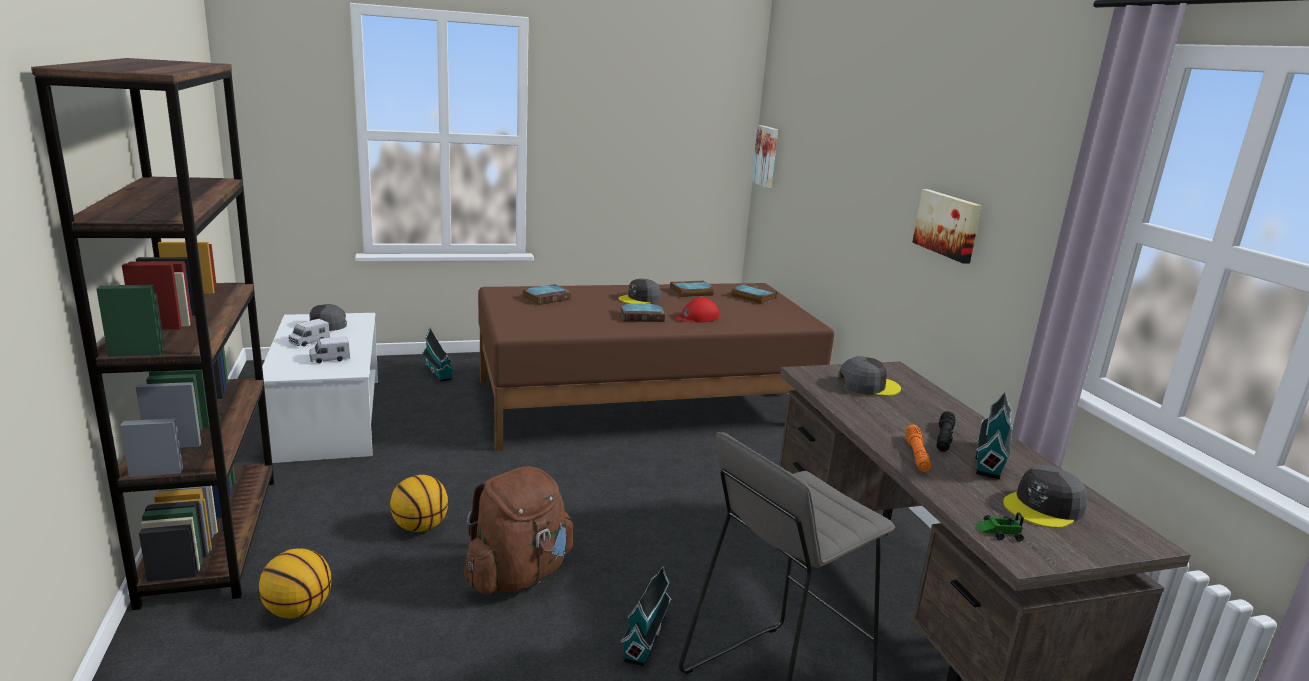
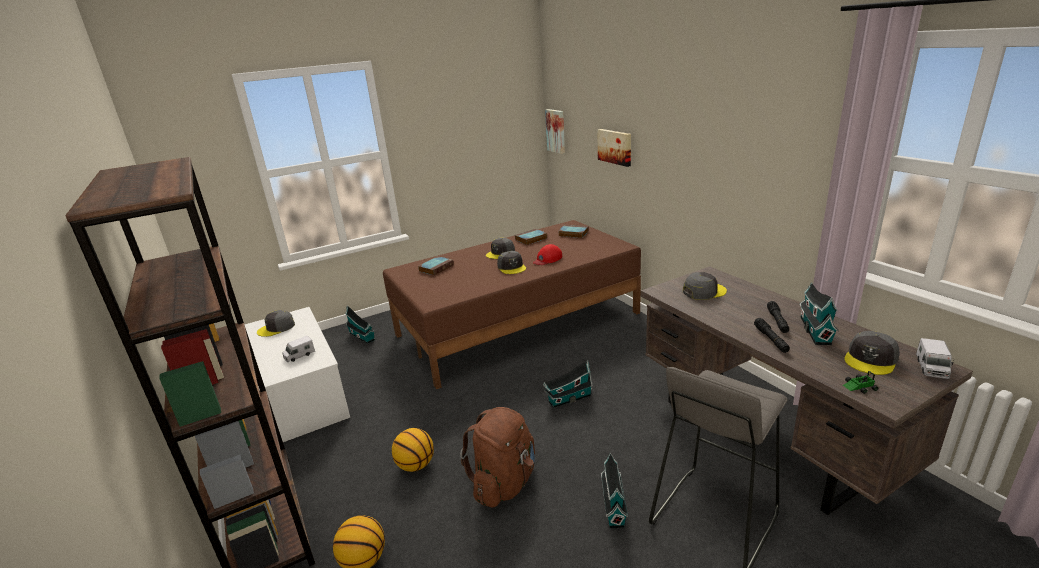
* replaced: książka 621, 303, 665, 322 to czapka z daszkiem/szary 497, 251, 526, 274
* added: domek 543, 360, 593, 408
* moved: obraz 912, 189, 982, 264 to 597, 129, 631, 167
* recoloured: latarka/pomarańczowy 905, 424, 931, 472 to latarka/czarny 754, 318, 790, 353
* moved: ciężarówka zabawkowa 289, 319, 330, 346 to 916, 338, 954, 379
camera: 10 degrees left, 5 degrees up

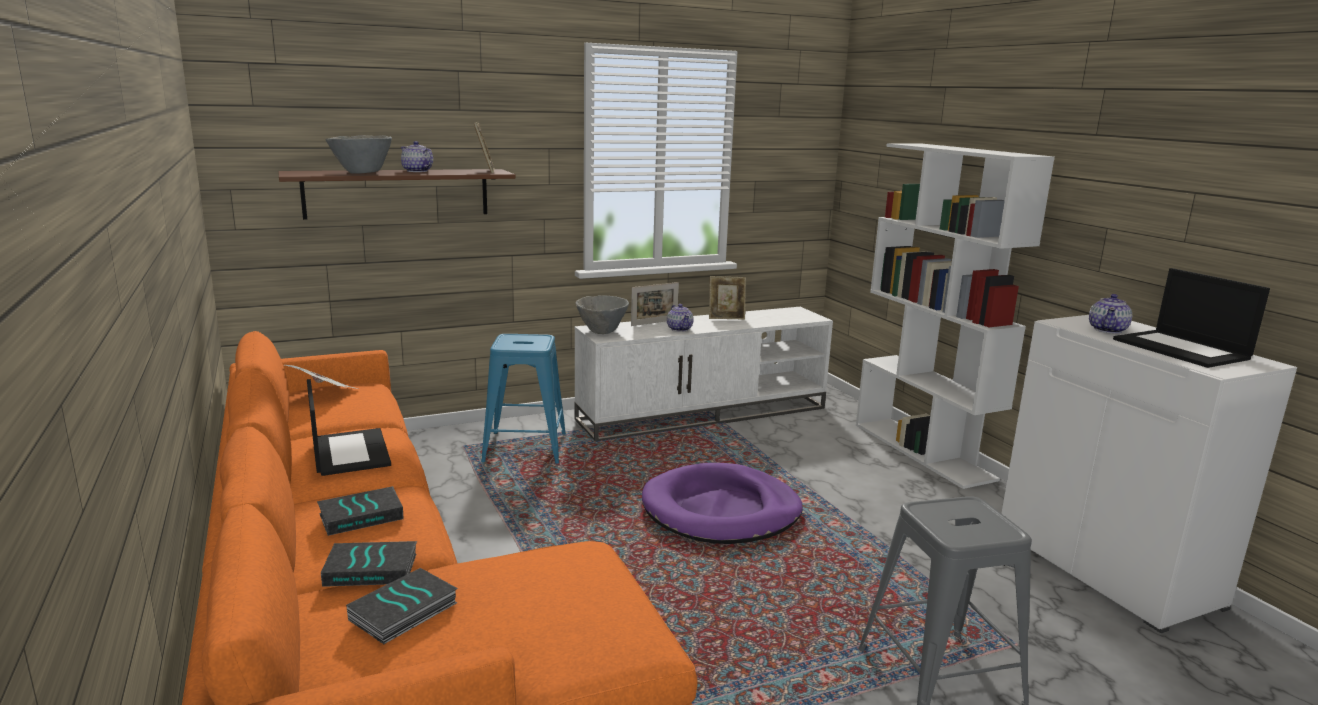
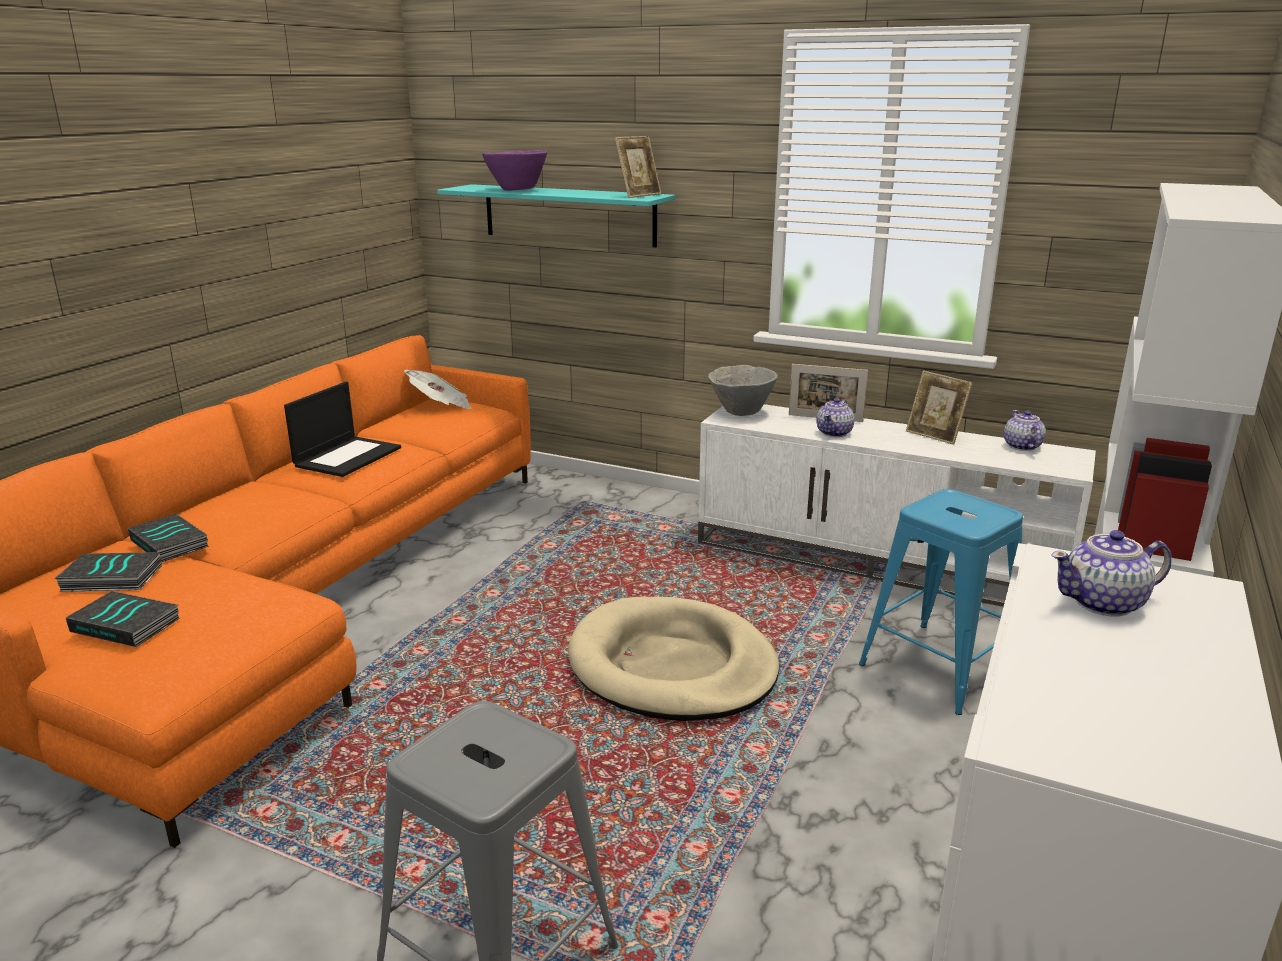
* moved: książka 317, 486, 404, 536 to 66, 591, 180, 647
* recoloured: półka/brązowy 278, 169, 515, 220 to półka/turkusowy 437, 184, 675, 247
* recoloured: miska/szary 326, 135, 392, 174 to miska/fioletowy 482, 150, 547, 191
* recoloured: legowisko/fioletowy 642, 463, 803, 544 to legowisko/beżowy 568, 597, 779, 721
* moved: stołek/niebieski 481, 334, 566, 464 to 859, 489, 1023, 715
* moved: imbryk 401, 141, 433, 172 to 1004, 410, 1046, 451
* removed: laptop 1113, 268, 1270, 368
camera: 50 degrees right, 5 degrees up

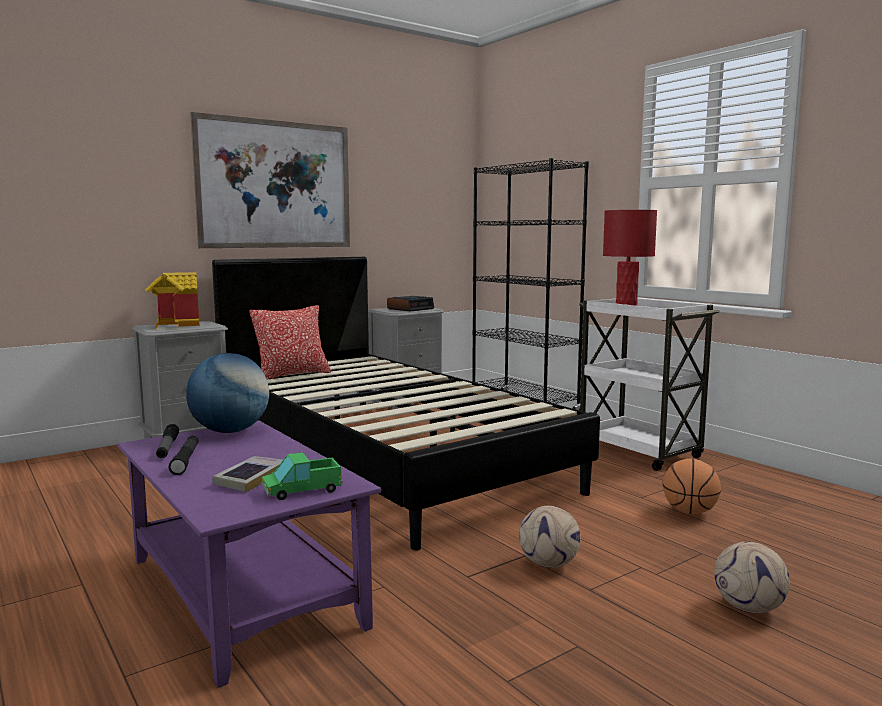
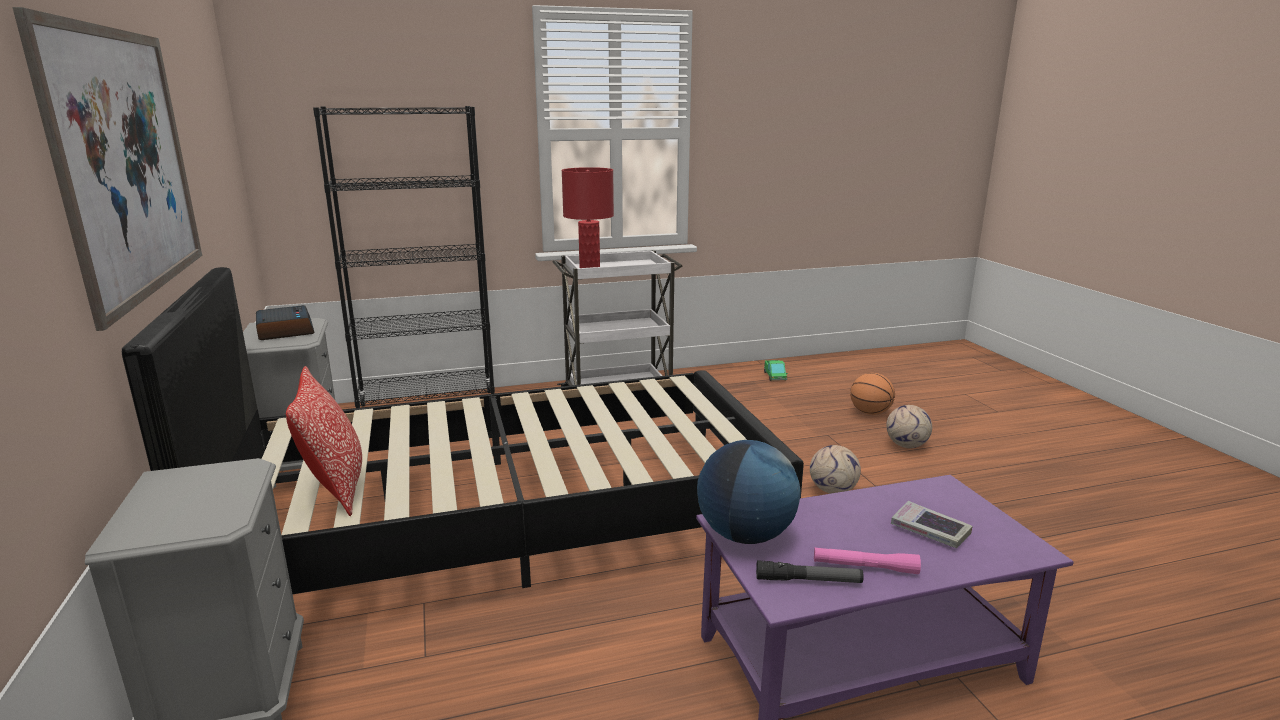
* moved: ciężarówka zabawkowa 262, 452, 343, 500 to 764, 360, 788, 381
* recoloured: latarka/czarny 168, 436, 198, 475 to latarka/różowy 814, 547, 921, 574
* moved: piłka do koszykówki 662, 458, 721, 514 to 850, 373, 895, 415
* removed: domek 145, 272, 199, 330
camera: 70 degrees left, 10 degrees up

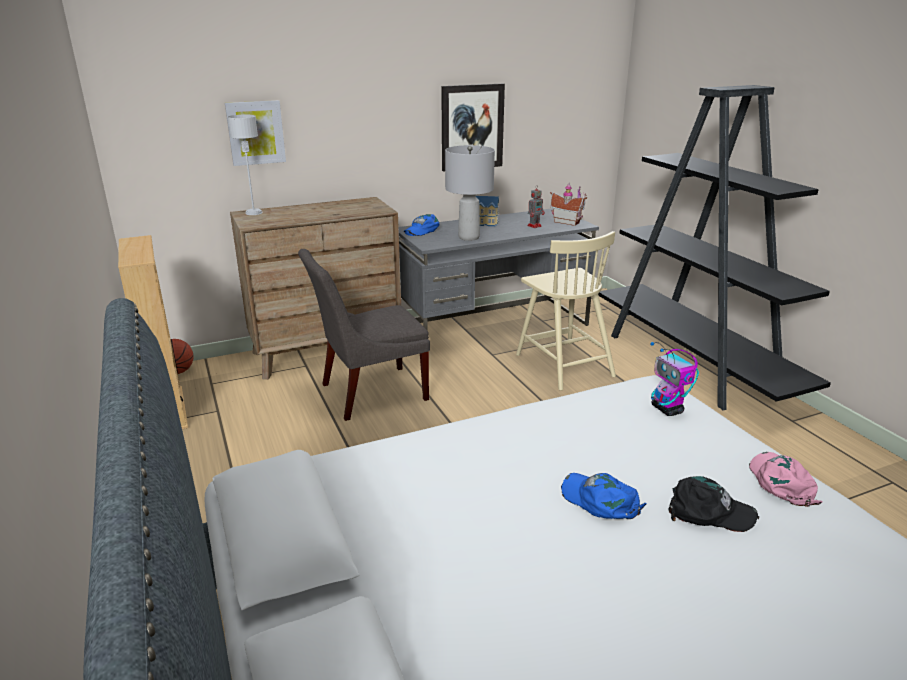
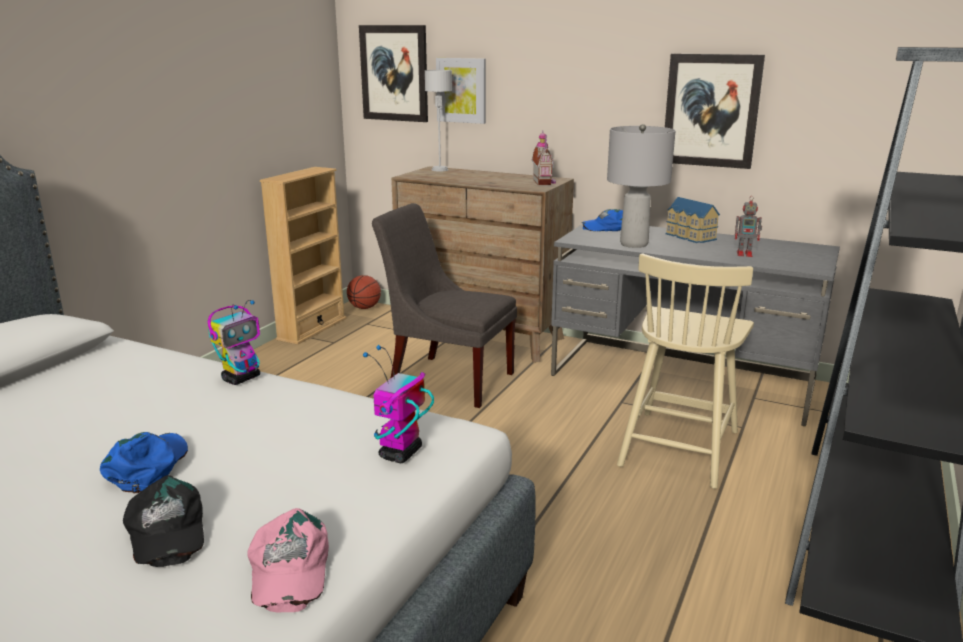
* added: robot zabawkowy 208, 300, 260, 385
* turned: czapka z daszkiem/różowy 749, 452, 822, 507 = 247, 508, 329, 612 120 degrees clockwise
* added: obraz 359, 25, 428, 122
* moved: domek 550, 183, 587, 226 to 532, 131, 556, 185
camera: 50 degrees right, 5 degrees down

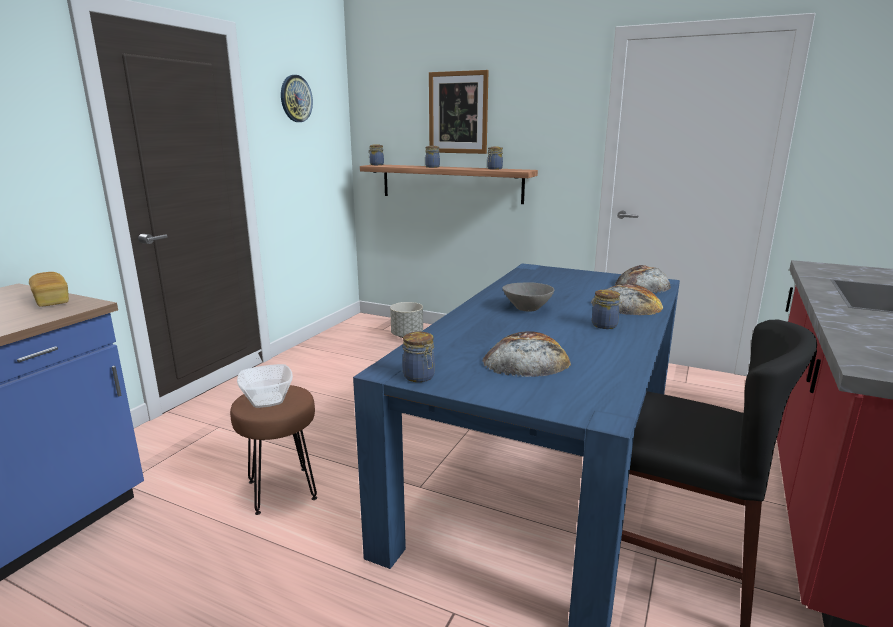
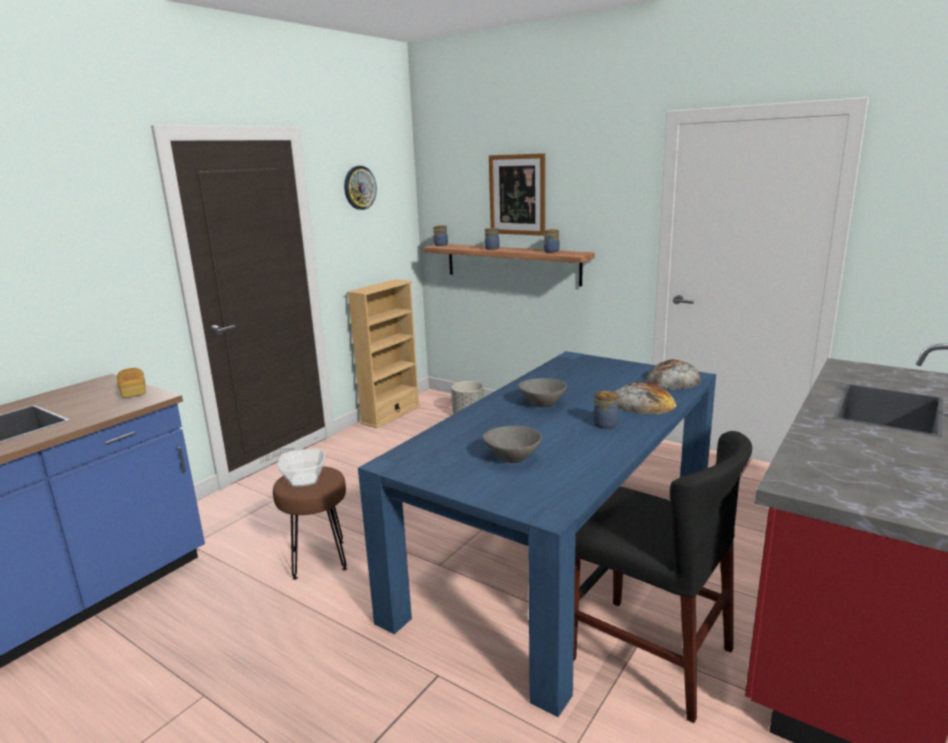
* added: regał/beżowy 347, 279, 421, 429
* replaced: chleb 482, 331, 571, 377 to miska/szary 483, 426, 542, 463
* removed: słoik 402, 332, 435, 382
camera: 10 degrees right, 0 degrees up

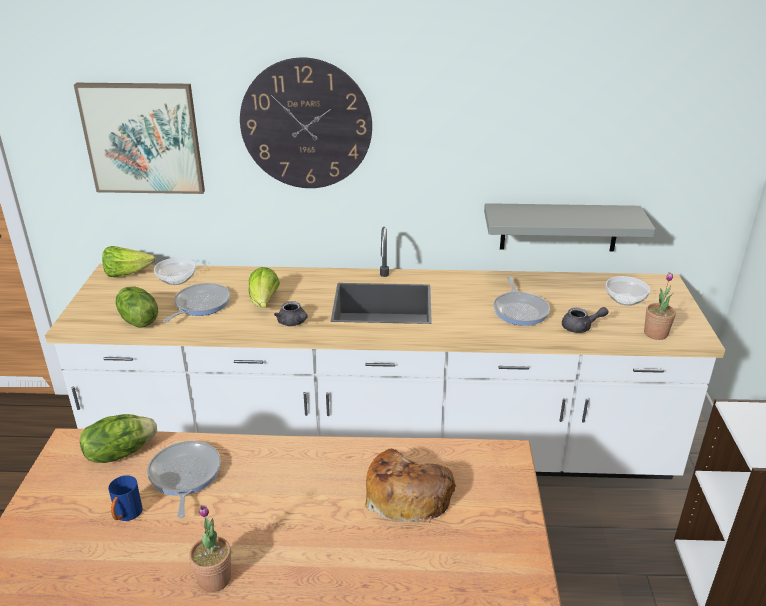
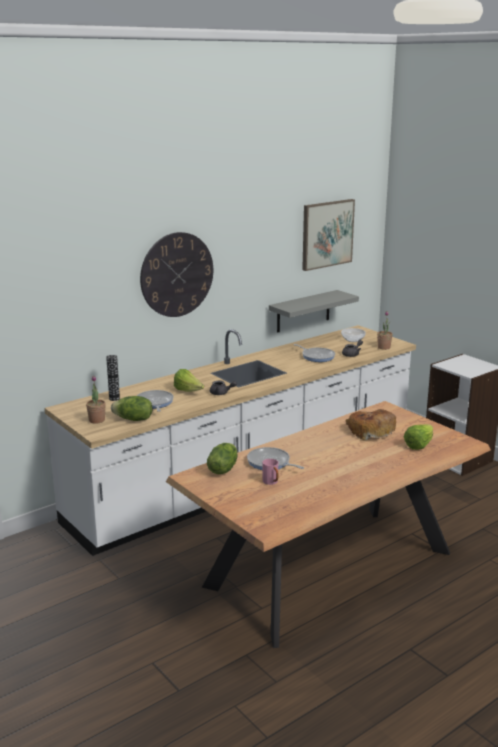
* moved: roślina doniczkowa 189, 505, 231, 592 to 86, 375, 106, 424
* replaced: miska 154, 257, 196, 285 to wazon 106, 355, 120, 401
* recoloured: kubek/niebieski 108, 475, 143, 521 to kubek/różowy 263, 459, 279, 485
* moved: obraz 74, 83, 205, 194 to 302, 199, 355, 271
* moved: sałata 102, 246, 156, 277 to 404, 424, 433, 450
camera: 40 degrees left, 10 degrees down

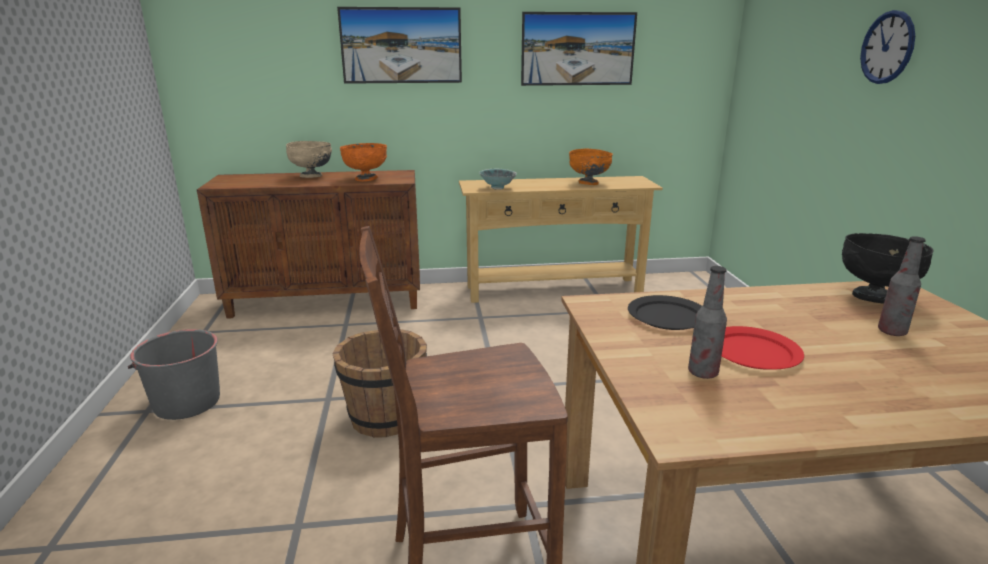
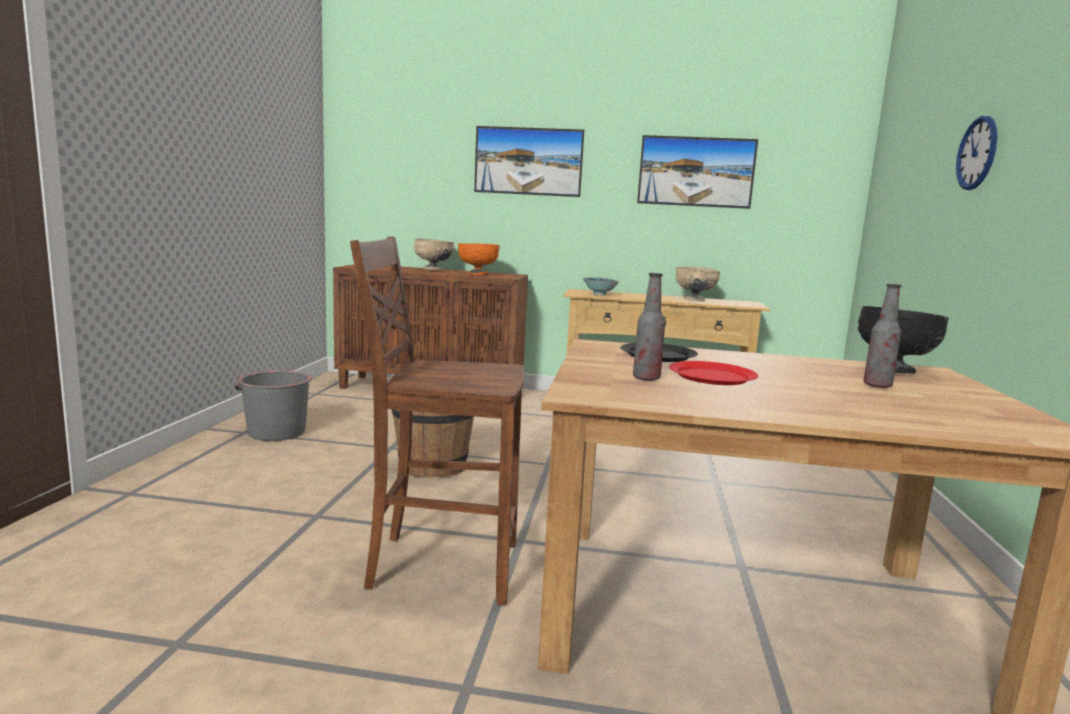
* recoloured: miska/pomarańczowy 569, 149, 613, 185 to miska/beżowy 675, 267, 720, 302
camera: 15 degrees right, 10 degrees down

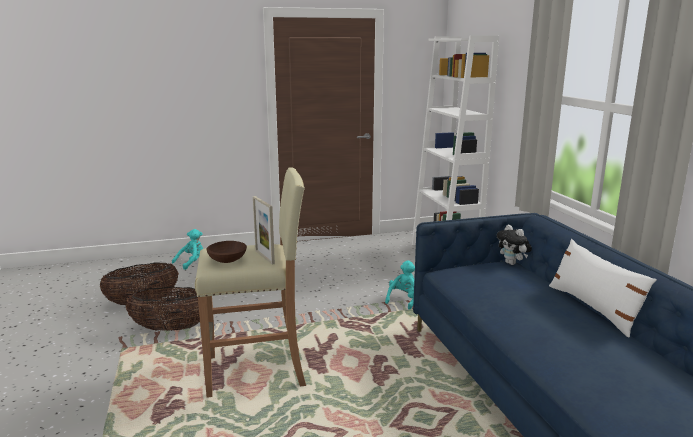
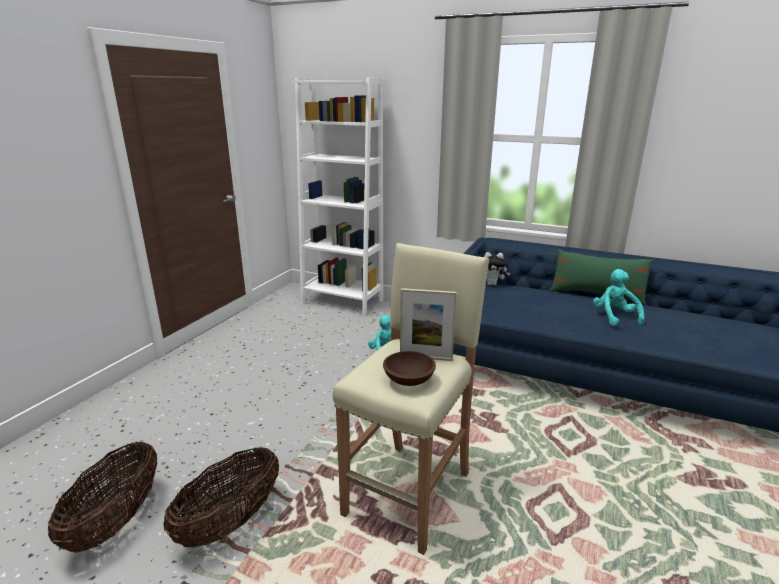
* recoloured: poduszka/biały 549, 239, 657, 338 to poduszka/zielony 550, 249, 654, 306
* moved: pluszak/turkusowy 172, 229, 203, 270 to 593, 269, 644, 326
camera: 50 degrees left, 5 degrees up

